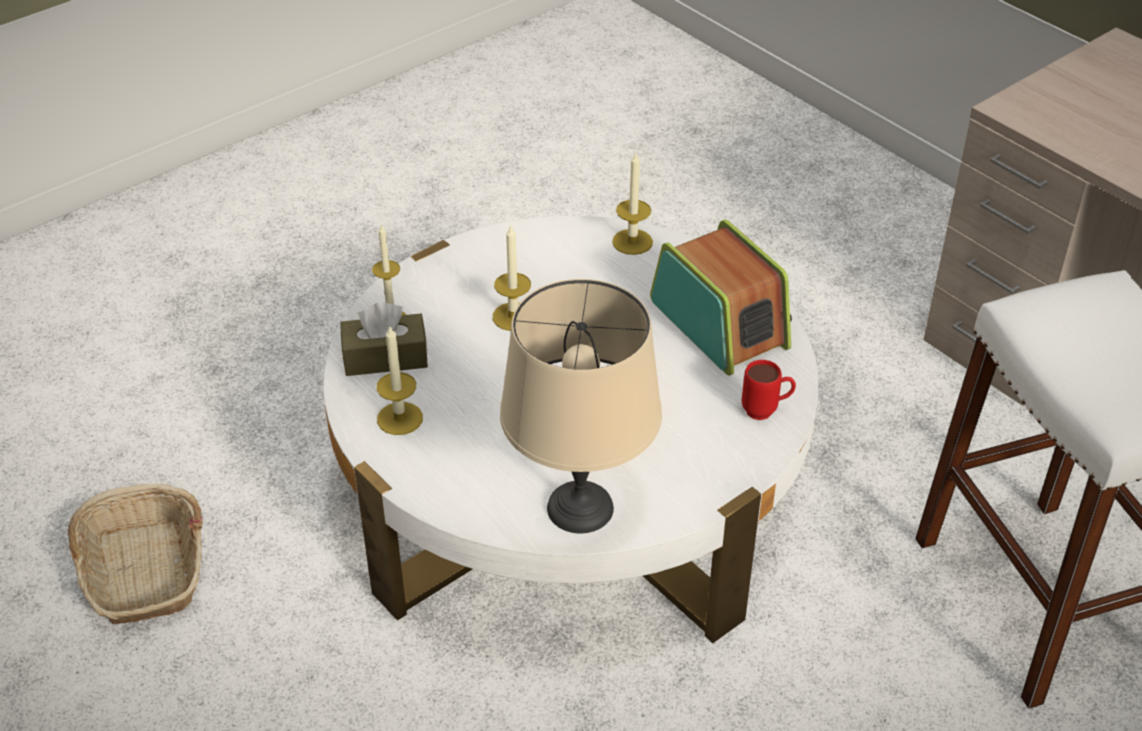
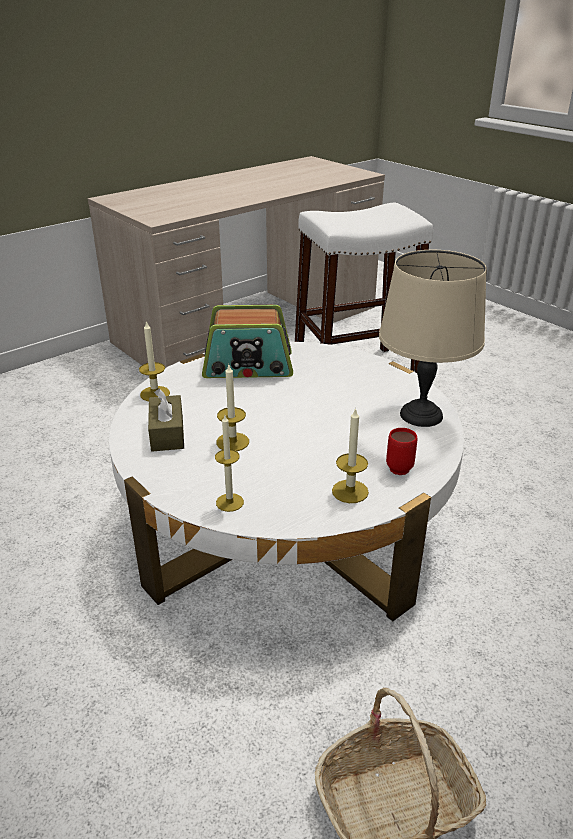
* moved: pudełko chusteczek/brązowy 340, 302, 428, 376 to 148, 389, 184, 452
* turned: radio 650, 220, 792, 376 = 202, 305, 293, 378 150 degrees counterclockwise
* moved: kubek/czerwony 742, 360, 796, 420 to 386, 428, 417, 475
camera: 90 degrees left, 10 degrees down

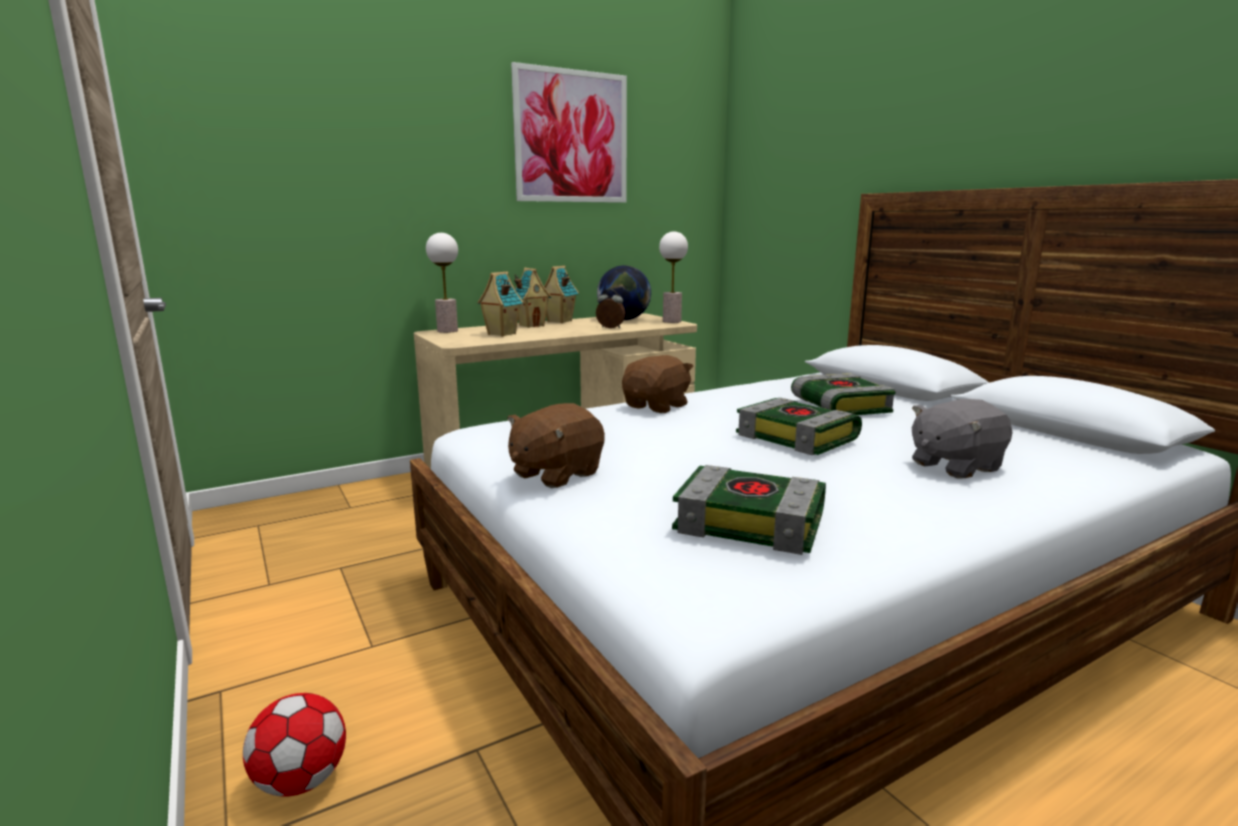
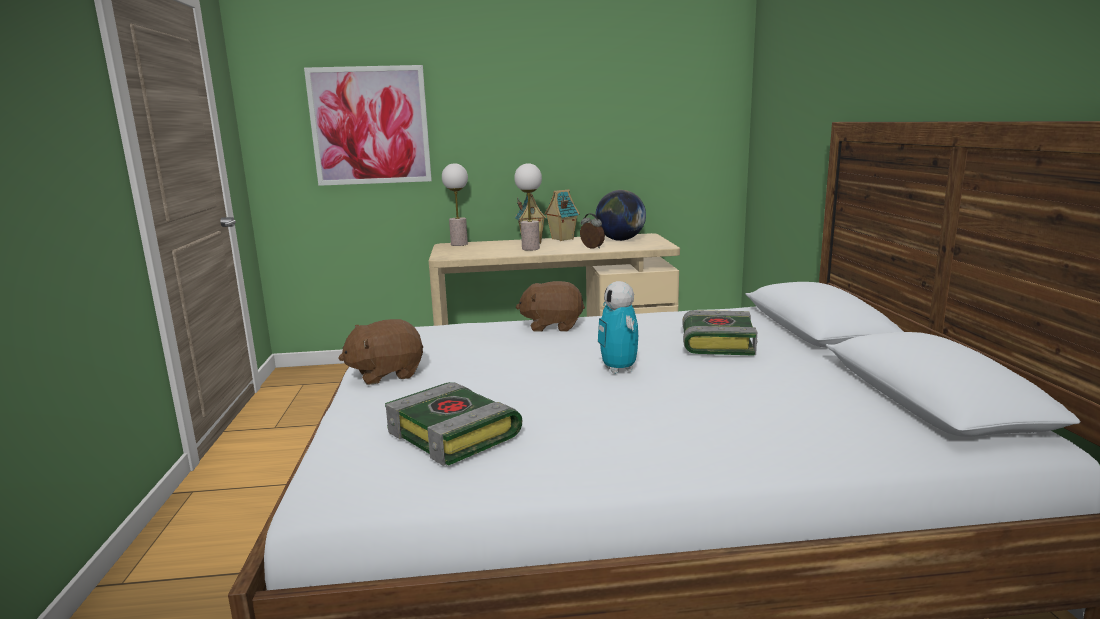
* moved: obraz 511, 62, 627, 203 to 304, 65, 432, 186
* moved: lampa stołowa 659, 231, 688, 323 to 514, 163, 542, 251
* turned: pluszak/brązowy 622, 355, 694, 413 = 516, 281, 585, 332 150 degrees counterclockwise
* replaced: książka 736, 398, 862, 455 to robot zabawkowy 598, 281, 638, 374
* removed: piłka futbolowa 243, 693, 346, 797
* removed: domek 477, 271, 523, 337
* removed: pluszak/szary 912, 399, 1013, 478
camera: 25 degrees right, 0 degrees up

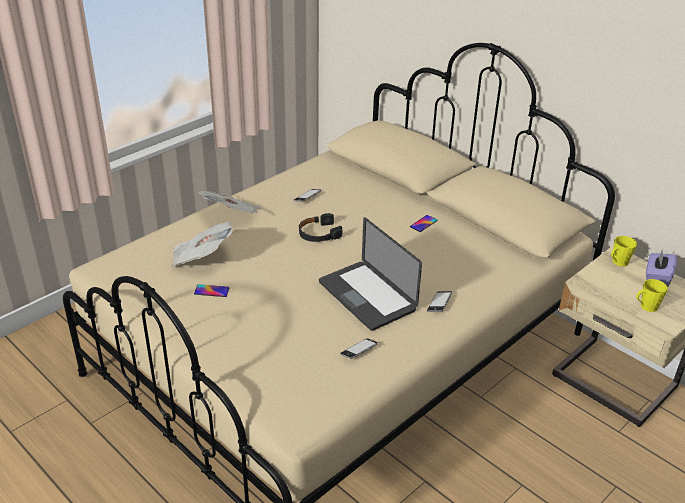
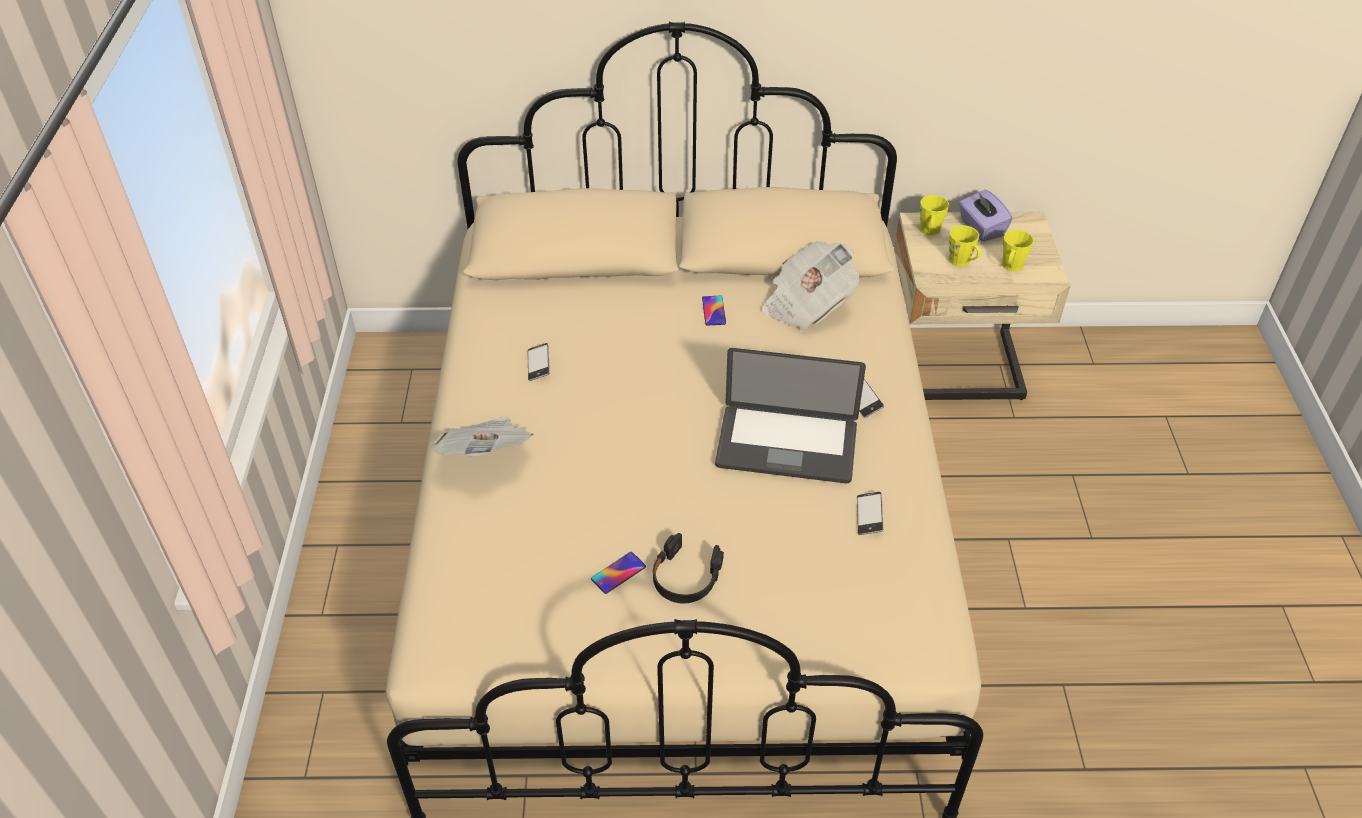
* moved: słuchawki/czarny 299, 213, 342, 242 to 653, 533, 724, 604
* moved: gazeta 171, 222, 233, 266 to 762, 241, 859, 331
* added: kubek/żółty 949, 225, 980, 267
camera: 45 degrees left, 10 degrees up

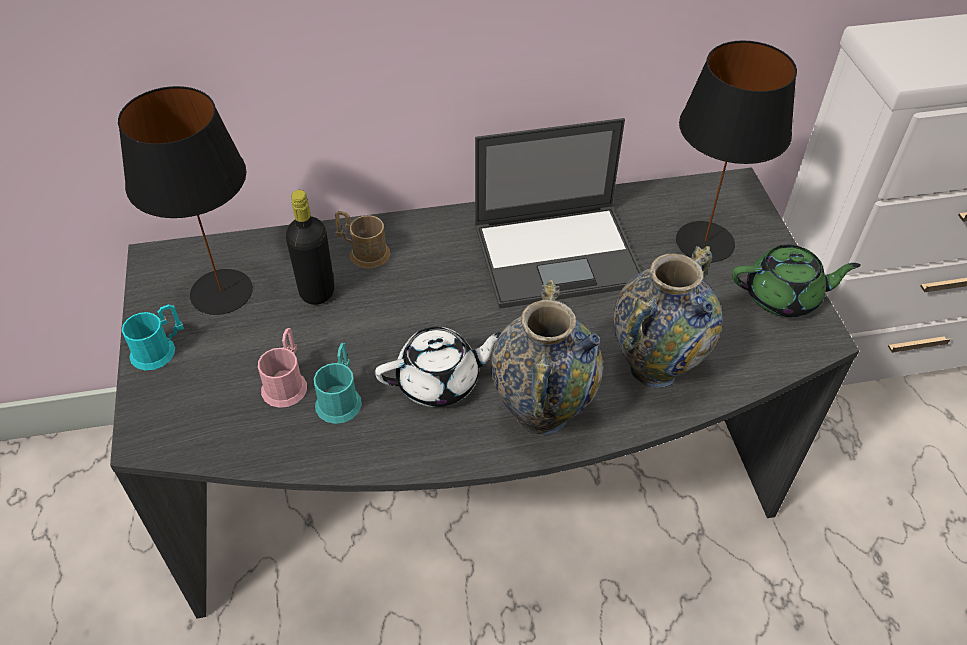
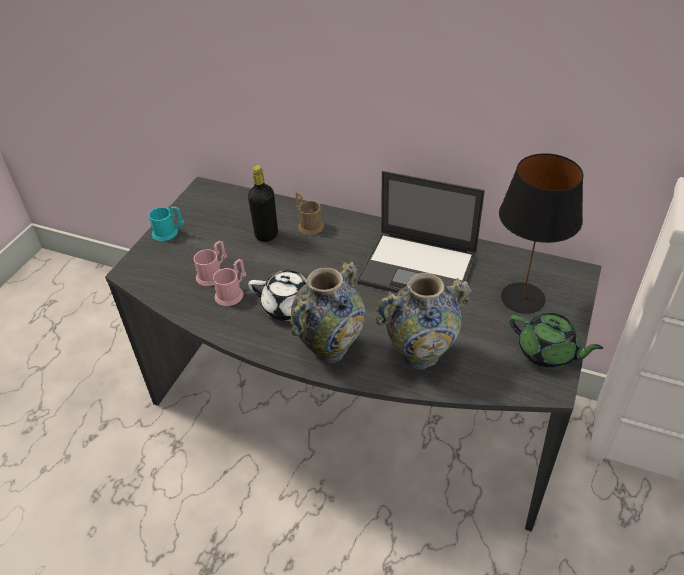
* recoloured: kubek/turkusowy 314, 343, 362, 424 to kubek/różowy 213, 259, 247, 306
* removed: lampa stołowa/czarny 118, 86, 253, 315
camera: 35 degrees right, 5 degrees down

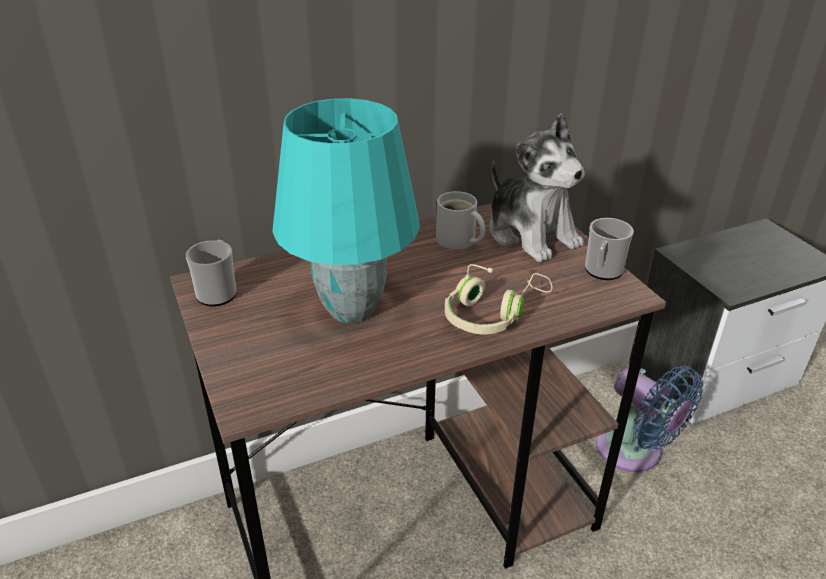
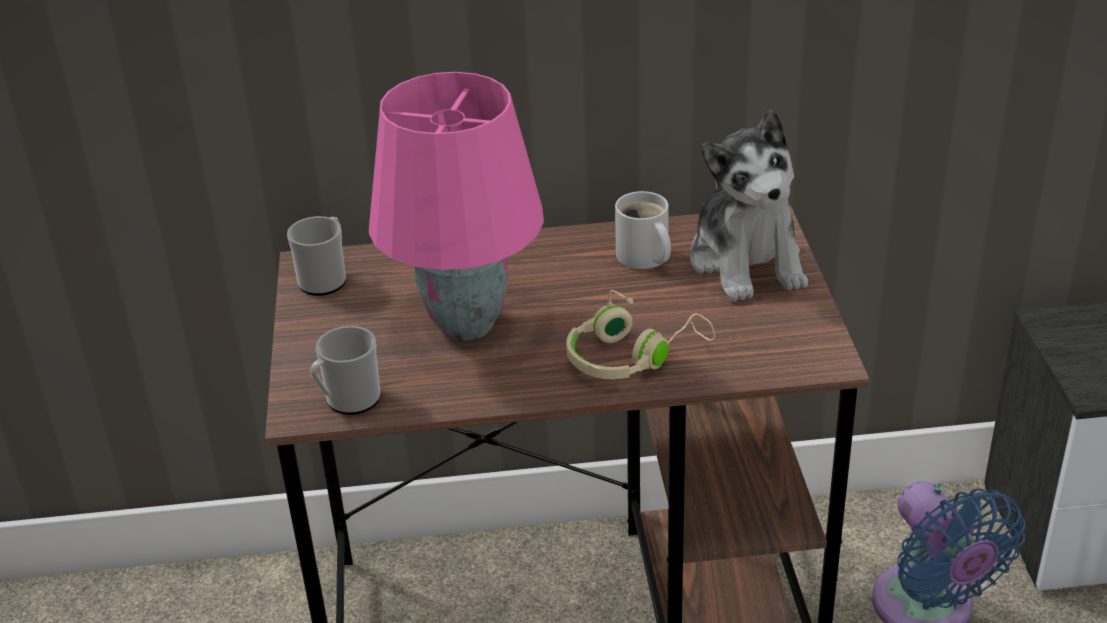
* moved: kubek 585, 218, 634, 280 to 310, 326, 380, 415
* recoloured: lampa stołowa/turkusowy 272, 98, 420, 323 to lampa stołowa/różowy 368, 72, 544, 341
camera: 20 degrees right, 0 degrees up

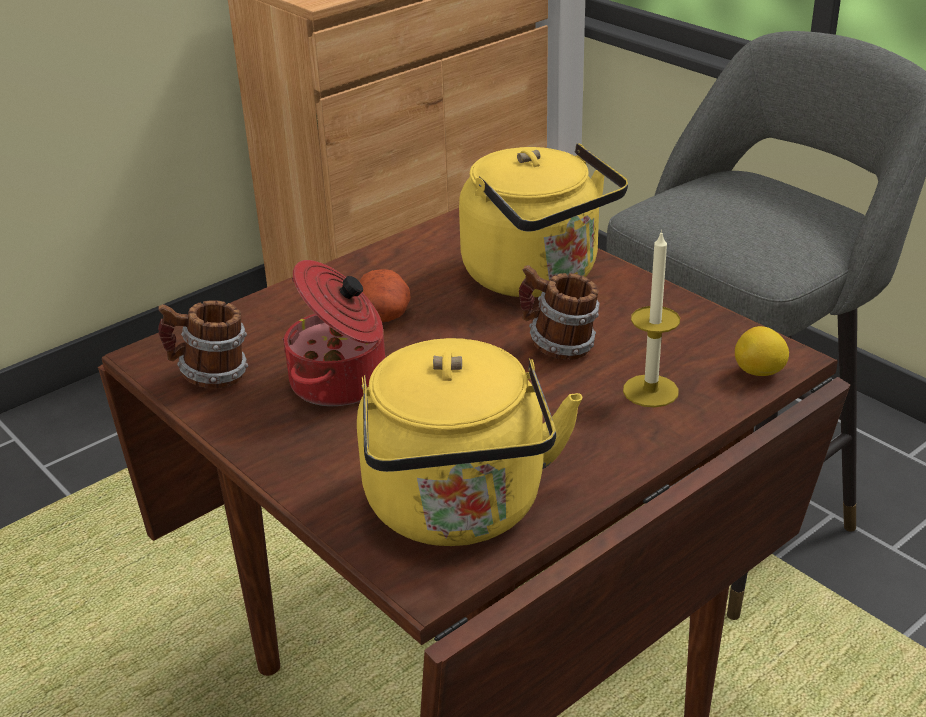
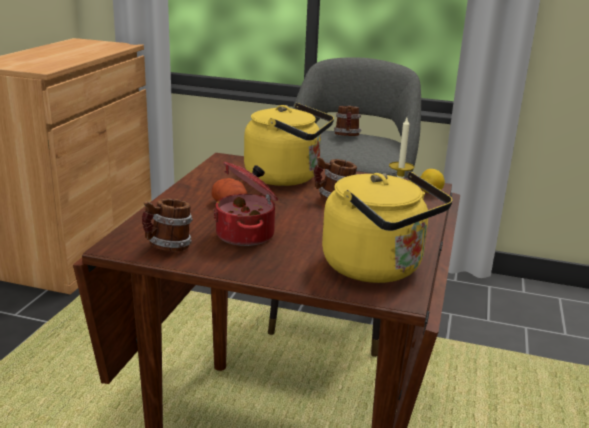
* added: kubek 334, 106, 361, 136
camera: 35 degrees left, 10 degrees down

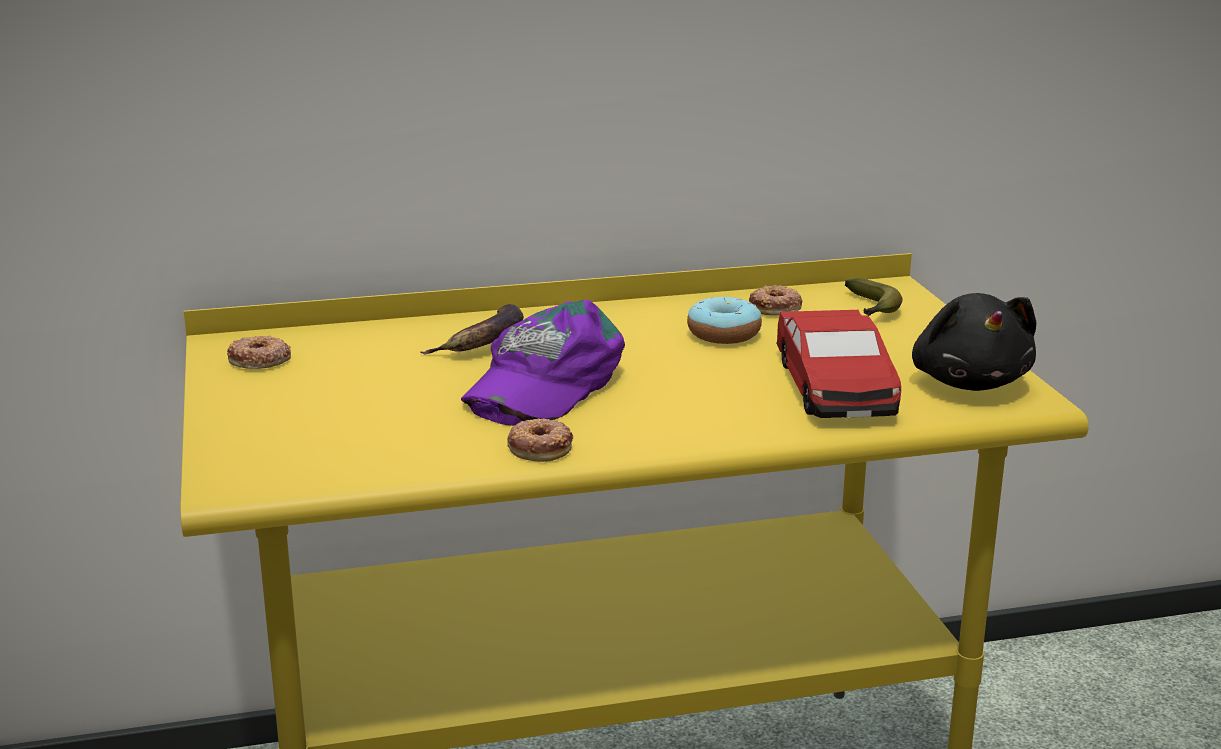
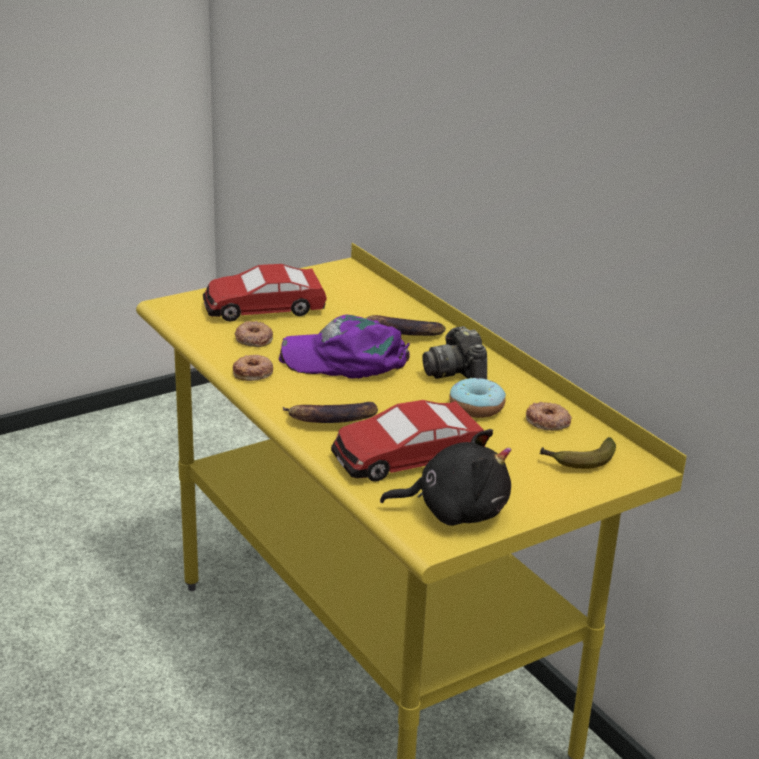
* added: samochodzik 203, 264, 326, 321
* moved: donut 227, 335, 291, 369 to 235, 321, 273, 347
* added: banan 283, 402, 378, 423
* turned: pluszak/czarny 912, 293, 1036, 391 = 380, 429, 511, 526 150 degrees counterclockwise
* added: aparat fotograficzny 422, 326, 487, 379
camera: 70 degrees right, 5 degrees up

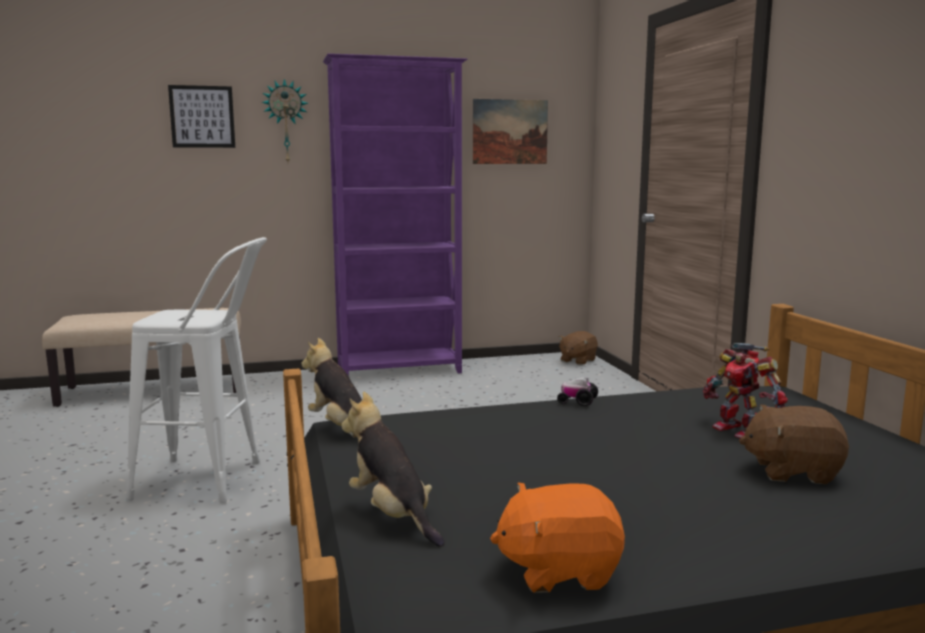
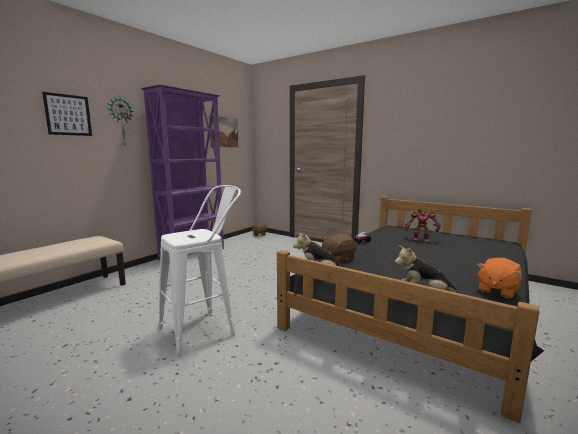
* moved: pluszak/brązowy 739, 404, 849, 484 to 322, 234, 357, 263
camera: 40 degrees left, 0 degrees up

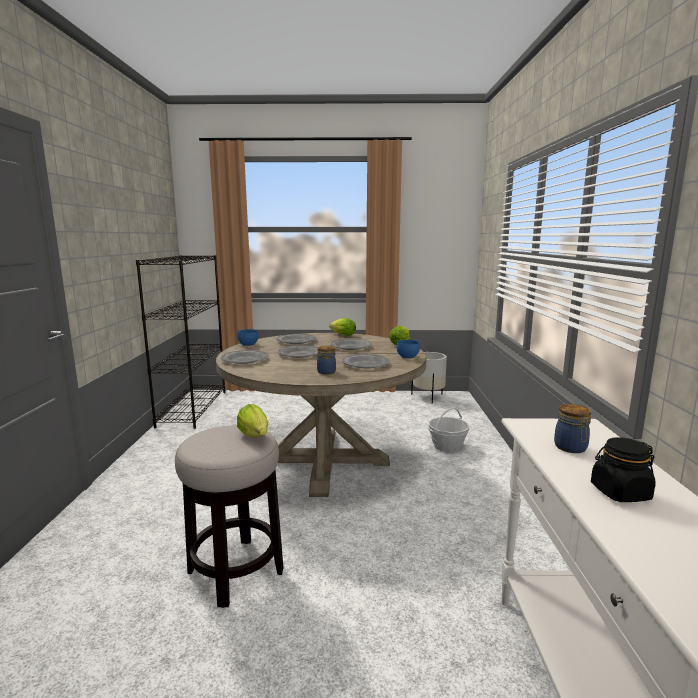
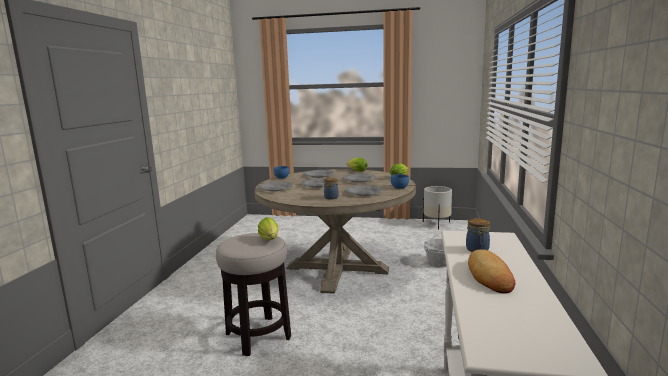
* replaced: słoik/czarny 591, 437, 656, 502 to chleb 468, 249, 515, 294
* removed: regał/czarny 136, 255, 225, 429
camera: 10 degrees right, 0 degrees up

